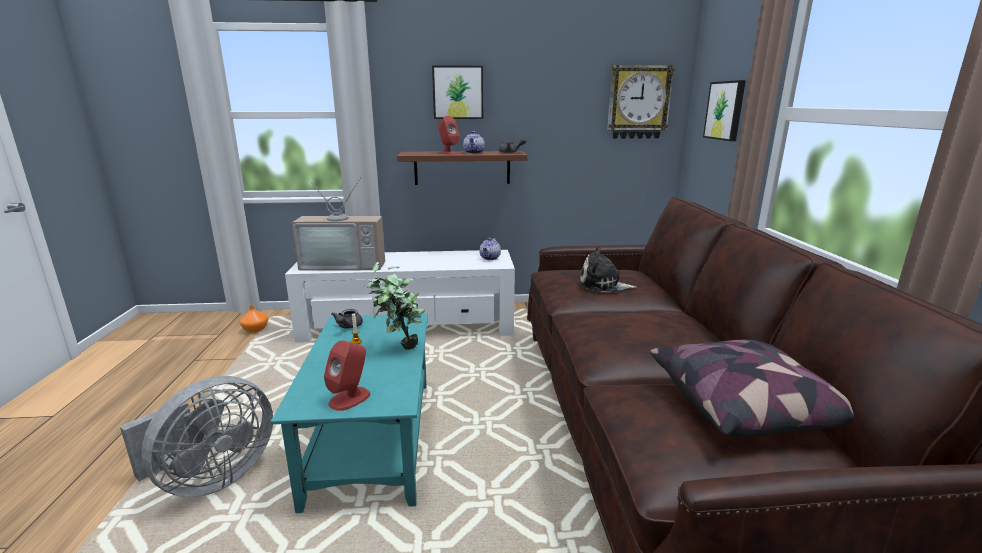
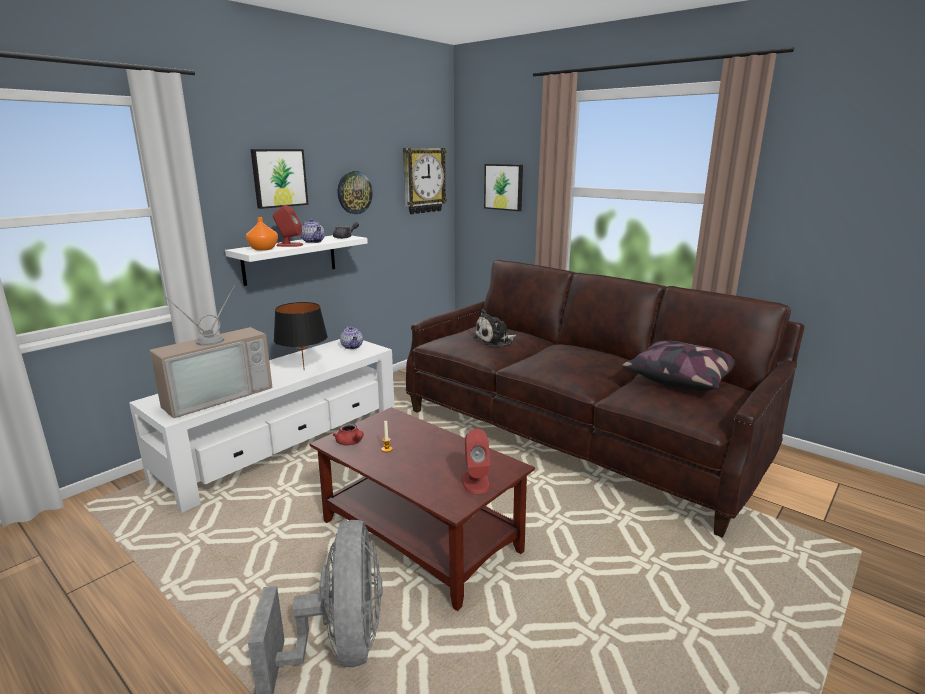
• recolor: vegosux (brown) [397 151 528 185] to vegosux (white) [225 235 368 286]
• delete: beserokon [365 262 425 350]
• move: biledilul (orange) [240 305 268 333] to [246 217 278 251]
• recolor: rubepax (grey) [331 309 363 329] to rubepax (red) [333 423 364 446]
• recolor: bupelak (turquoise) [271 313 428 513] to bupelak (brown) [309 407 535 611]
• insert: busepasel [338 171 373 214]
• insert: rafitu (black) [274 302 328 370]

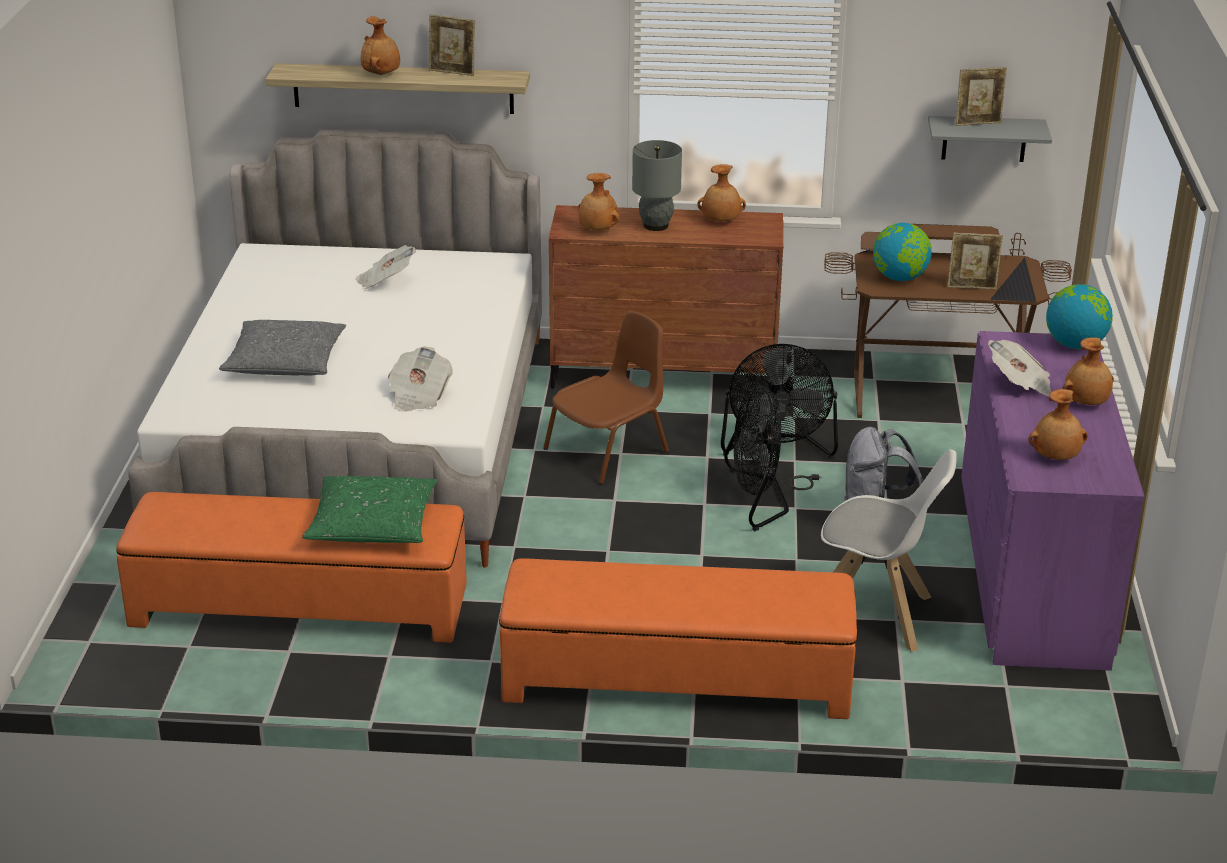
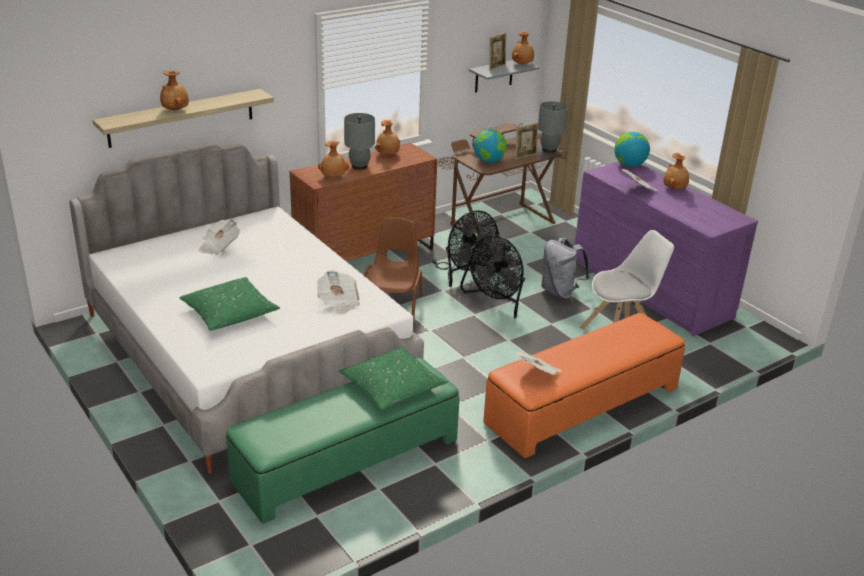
• delete: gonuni [429 14 475 76]
• recolor: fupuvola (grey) [219 320 346 375] to fupuvola (green) [180 277 280 331]
• move: biledilul (brown) [1028 389 1088 460] to [512 31 534 65]
• recolor: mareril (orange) [116 492 467 643] to mareril (green) [226 358 460 524]
• insert: rafitu (grey) [538 101 568 153]
• insert: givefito [516 351 561 375]

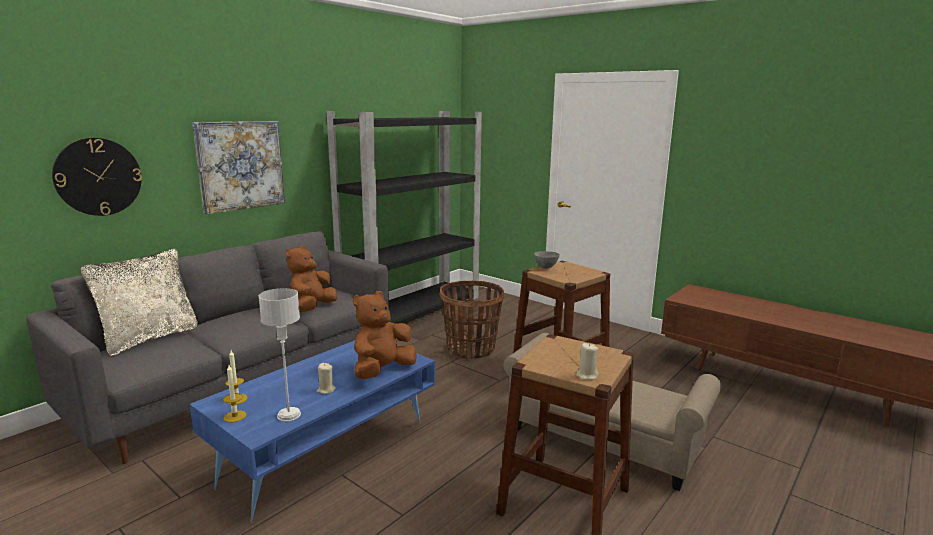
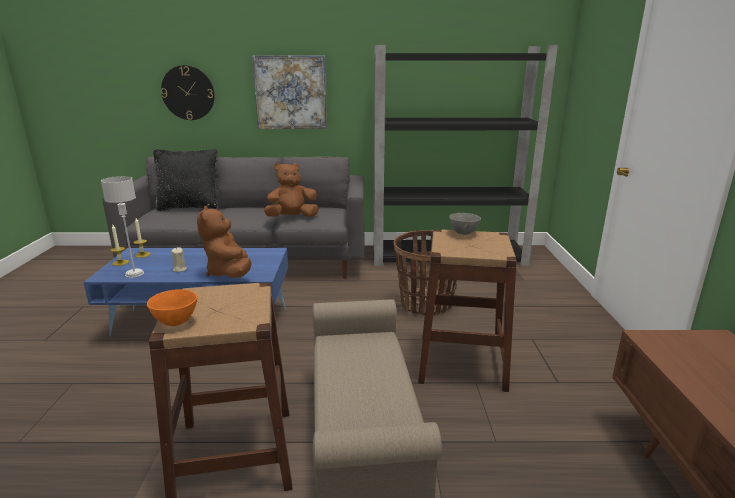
• recolor: fupuvola (beige) [80 248 197 356] to fupuvola (black) [153 149 218 211]
• rotate: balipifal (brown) [353 291 417 379] = [197 206 251 278] 105 degrees counterclockwise
• replace: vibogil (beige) [576 343 599 380] to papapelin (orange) [147 289 198 326]

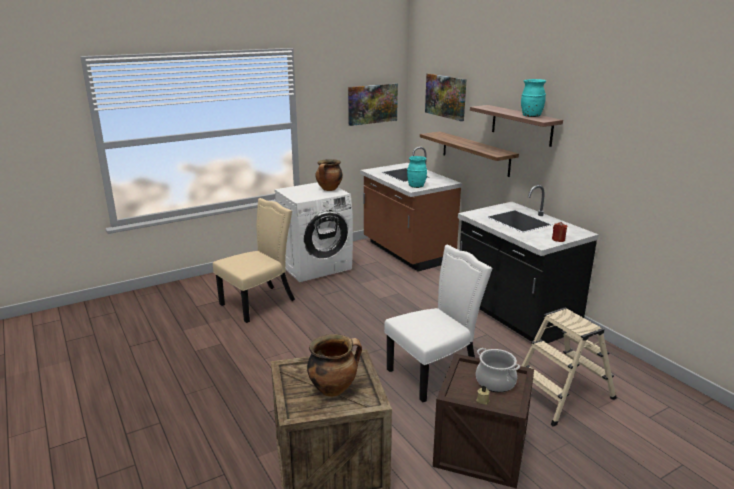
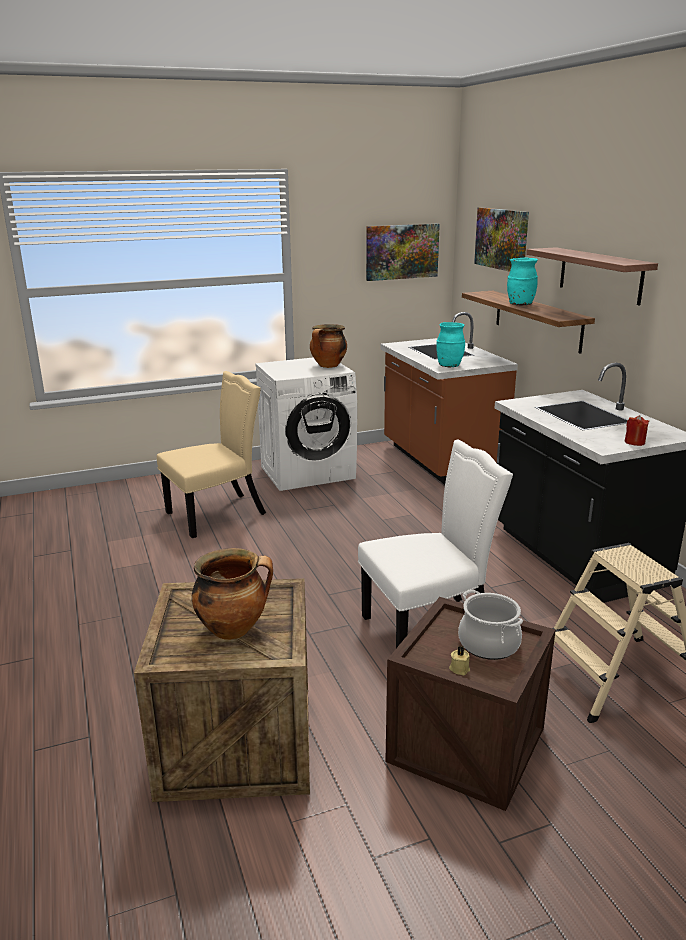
• move: biledilul (turquoise) [521 79 546 117] to [507 257 538 305]

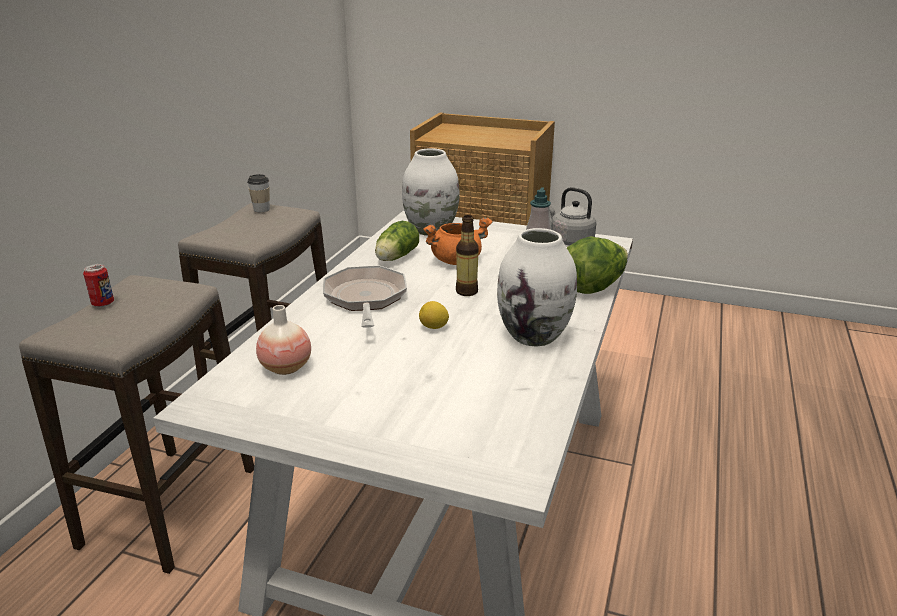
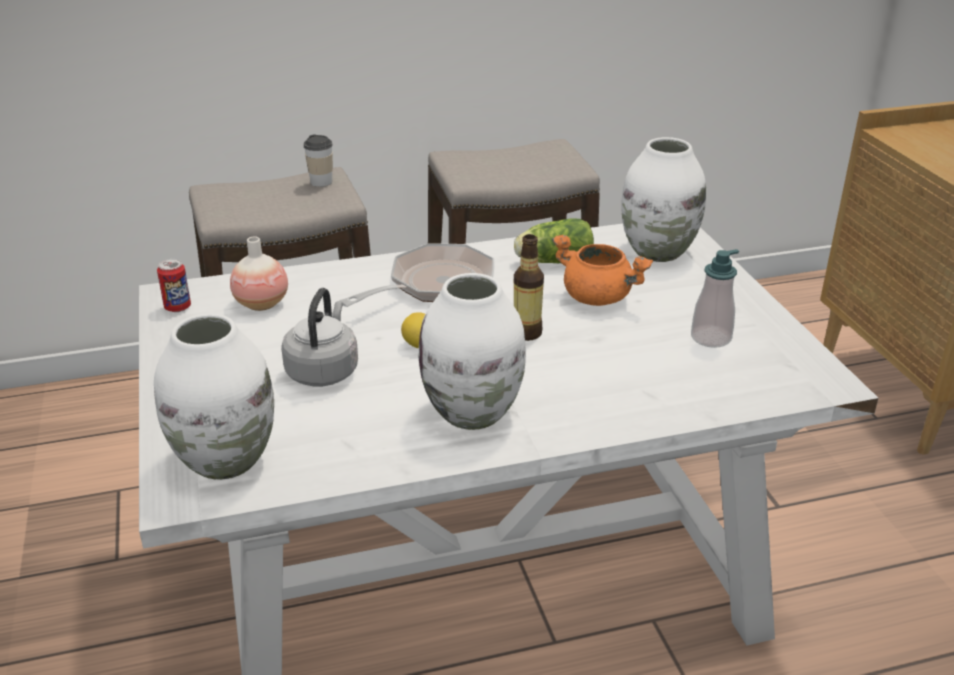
• move: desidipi [247 174 270 212] to [304 134 333 187]
• move: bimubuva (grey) [549 187 596 245] to [281 288 358 386]
• delete: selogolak [567 236 628 294]
• move: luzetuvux [83 264 114 307] to [157 259 191 312]
• insert: biledilul (white) [154 314 274 480]

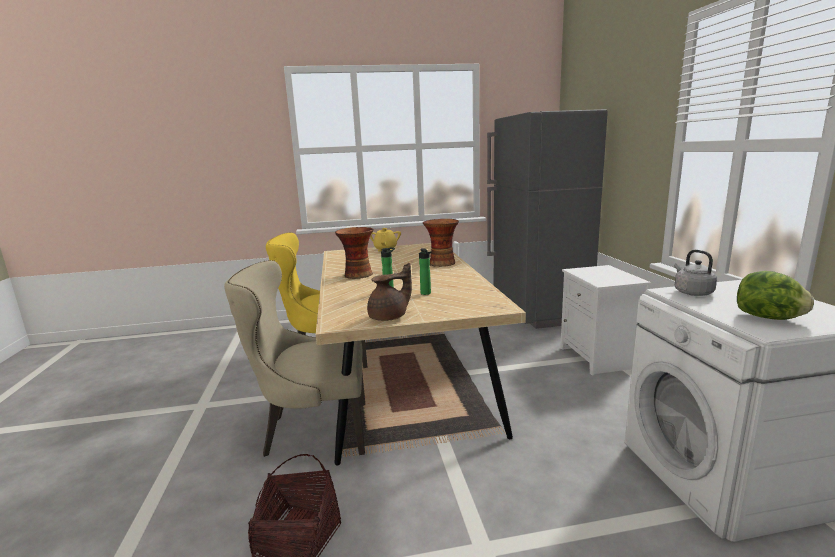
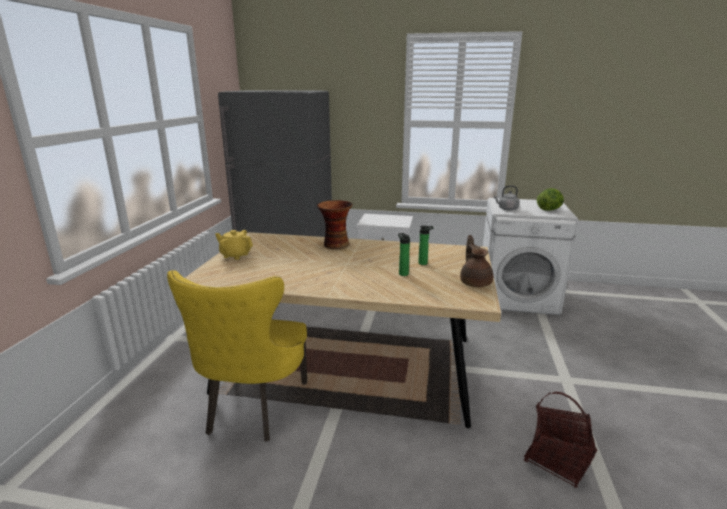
• delete: biledilul [335 227 374 279]
• delete: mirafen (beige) [224 260 365 457]

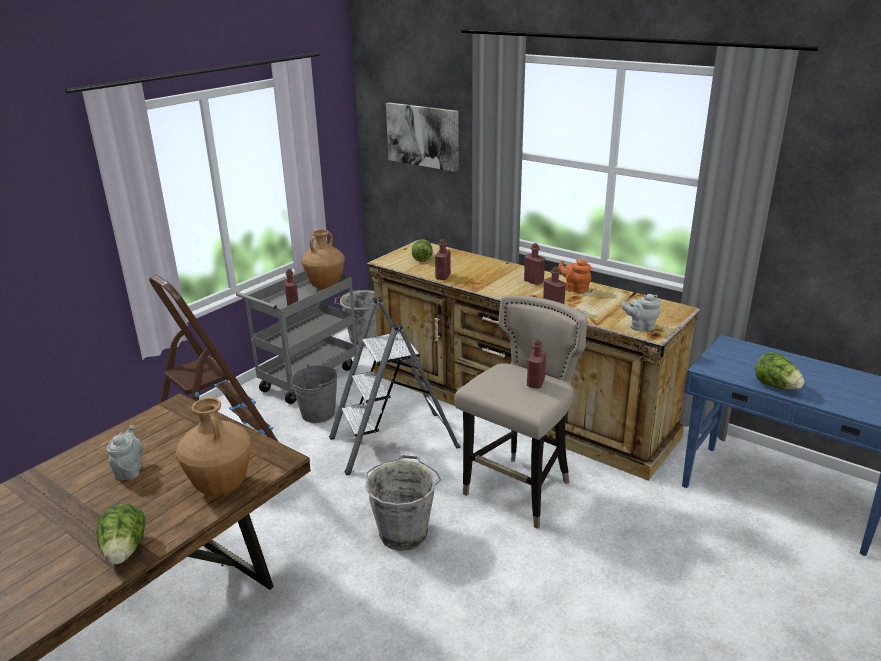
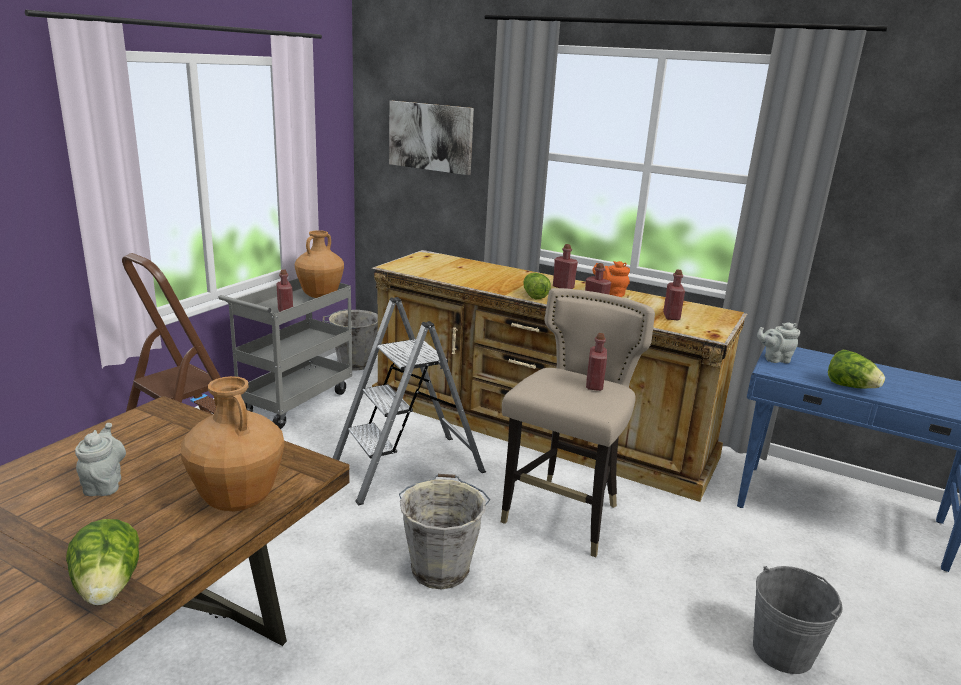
• move: selogolak [412 239 433 262] to [524 273 551 299]
• move: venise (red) [435 239 451 280] to [663 269 685 320]
• move: rubepax (grey) [621 294 661 331] to [757 322 800 363]
• move: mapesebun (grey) [291 365 338 423] to [753 566 843 674]

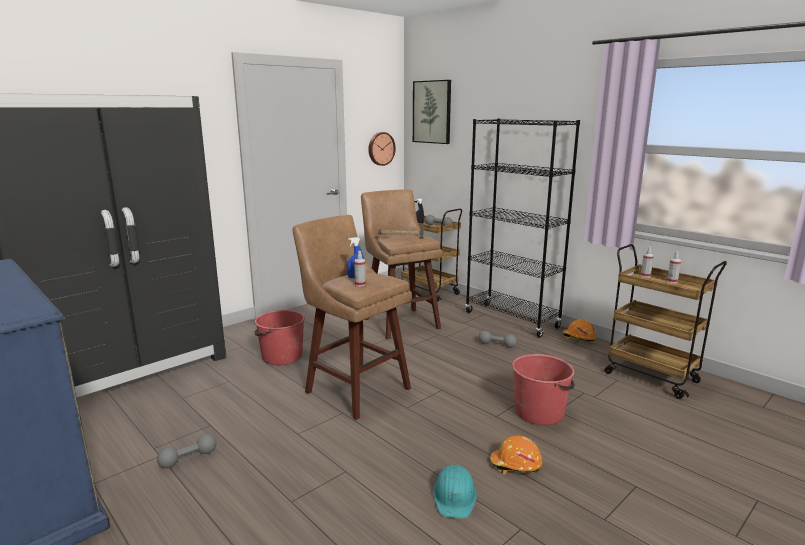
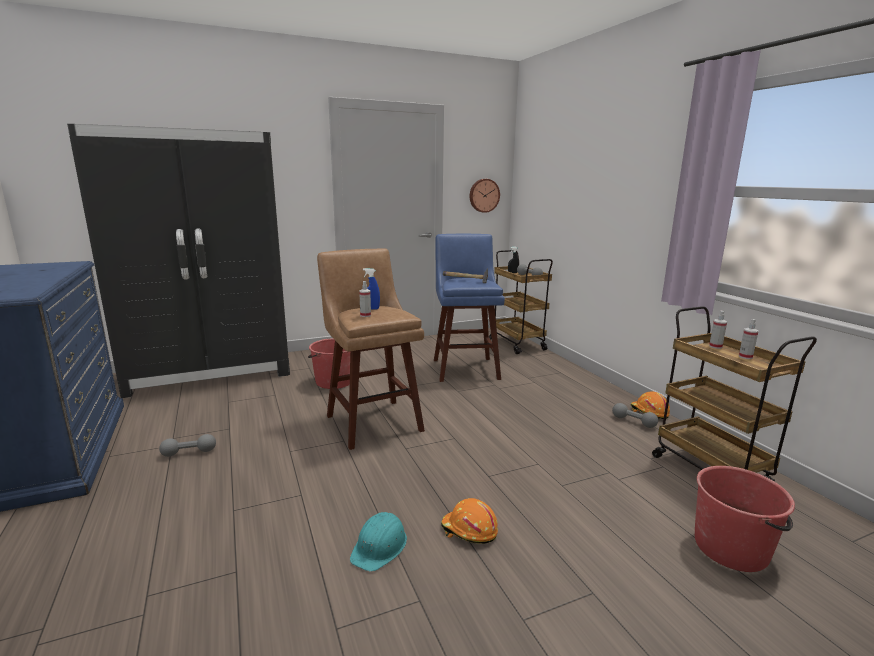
• delete: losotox [413 80 451 144]
• delete: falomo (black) [465 119 580 338]
• recolor: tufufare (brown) [361 189 442 340] to tufufare (blue) [434 234 505 382]
• move: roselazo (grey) [479 331 517 348] to [612 403 658 428]
• move: mapesebun (red) [512 354 575 425] to [695 466 795 572]

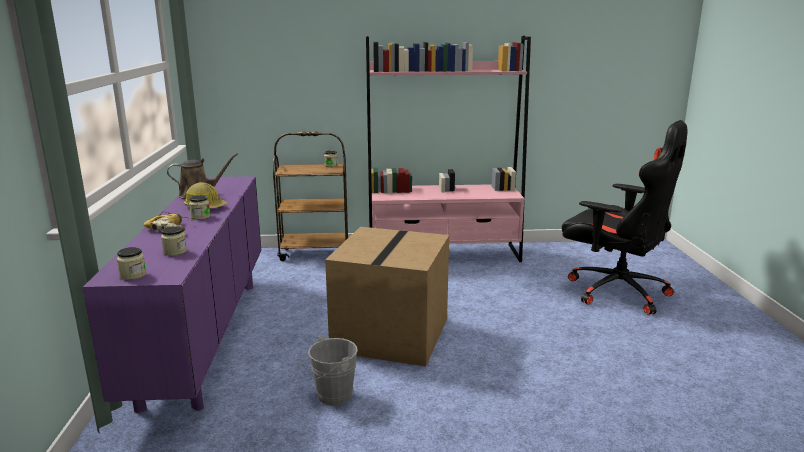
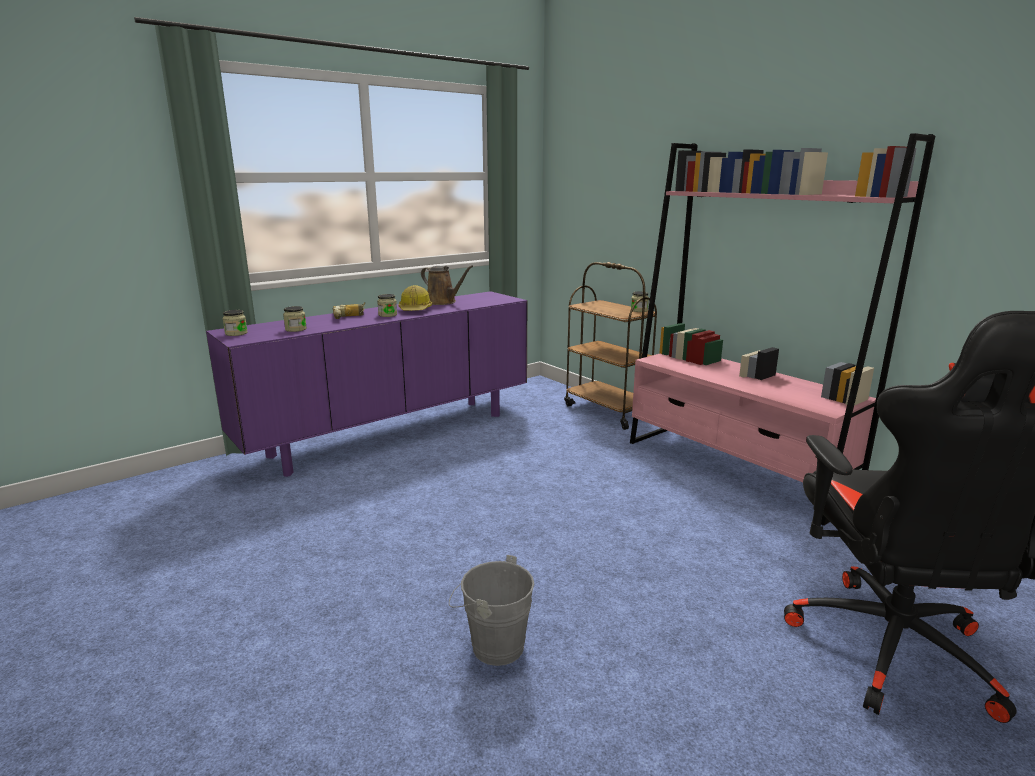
• delete: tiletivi [325 227 449 367]
• move: mapesebun (grey) [300 335 358 406] to [449 555 534 666]

